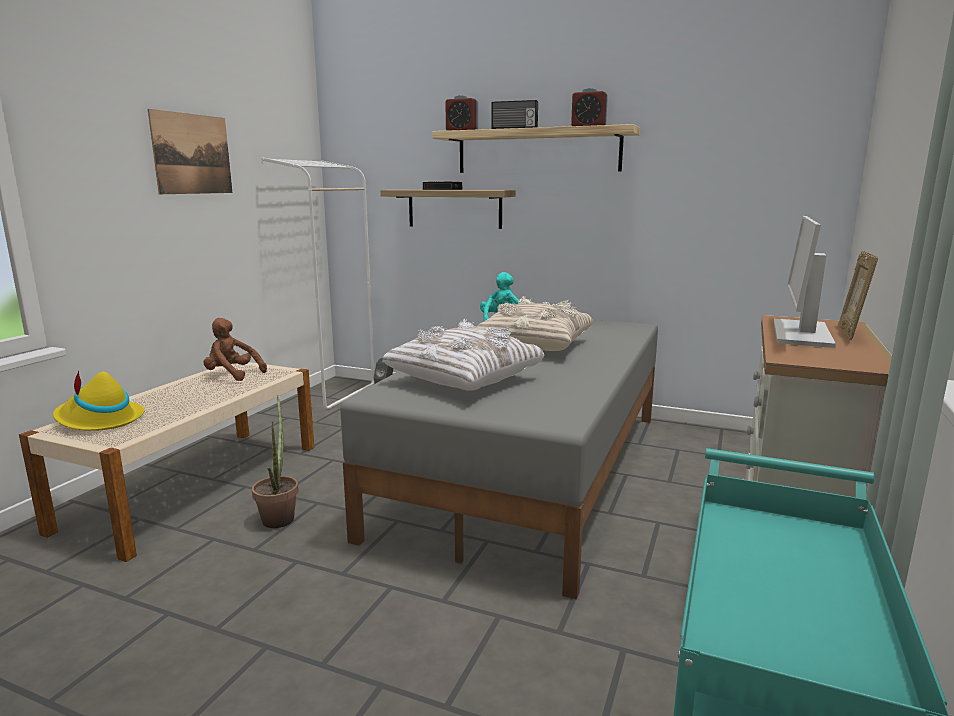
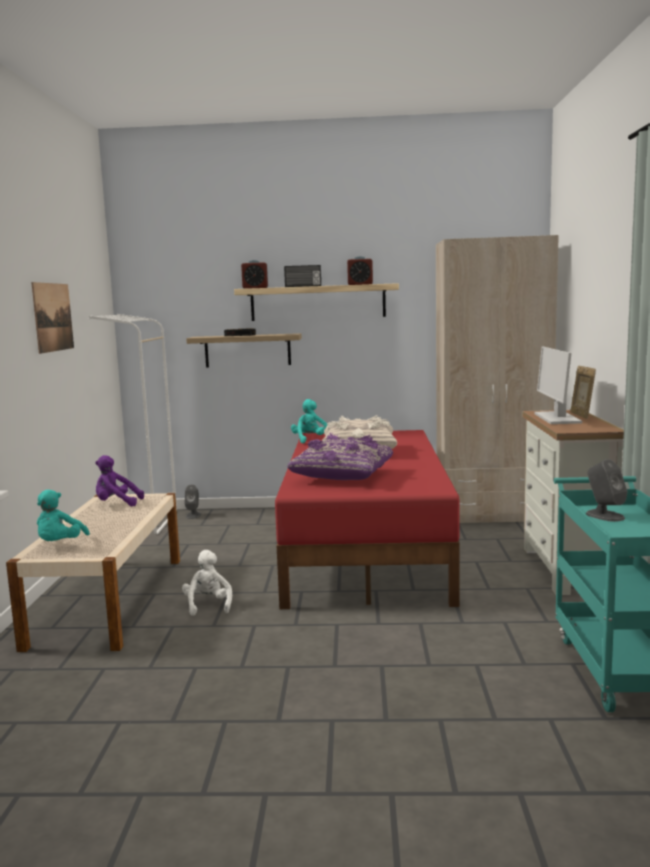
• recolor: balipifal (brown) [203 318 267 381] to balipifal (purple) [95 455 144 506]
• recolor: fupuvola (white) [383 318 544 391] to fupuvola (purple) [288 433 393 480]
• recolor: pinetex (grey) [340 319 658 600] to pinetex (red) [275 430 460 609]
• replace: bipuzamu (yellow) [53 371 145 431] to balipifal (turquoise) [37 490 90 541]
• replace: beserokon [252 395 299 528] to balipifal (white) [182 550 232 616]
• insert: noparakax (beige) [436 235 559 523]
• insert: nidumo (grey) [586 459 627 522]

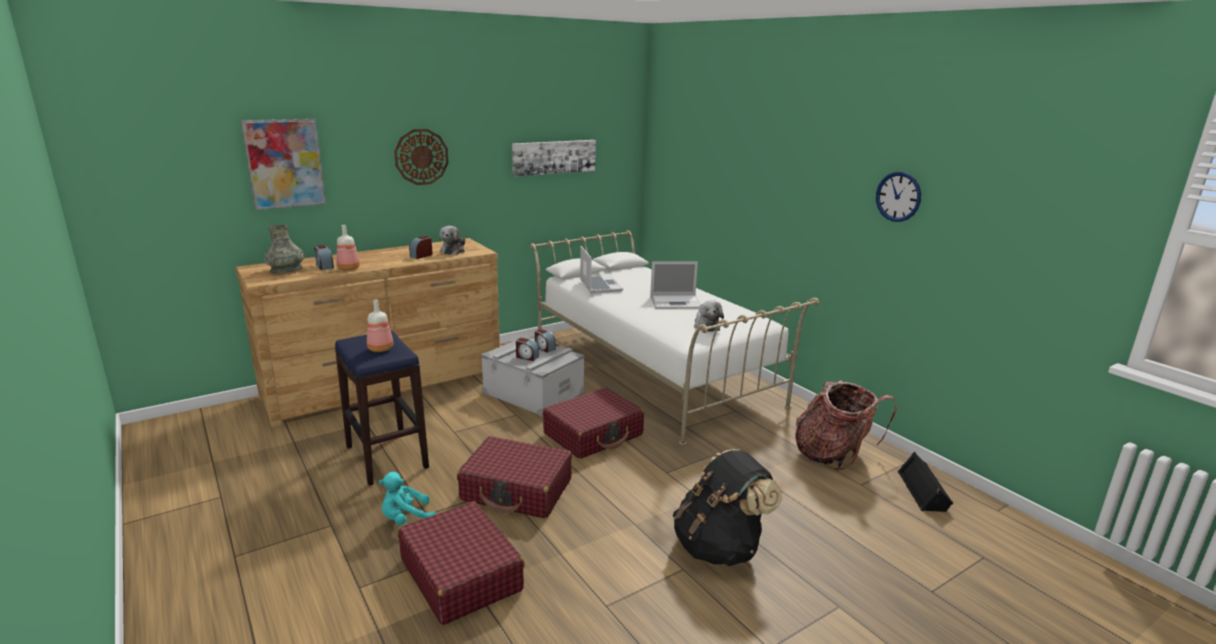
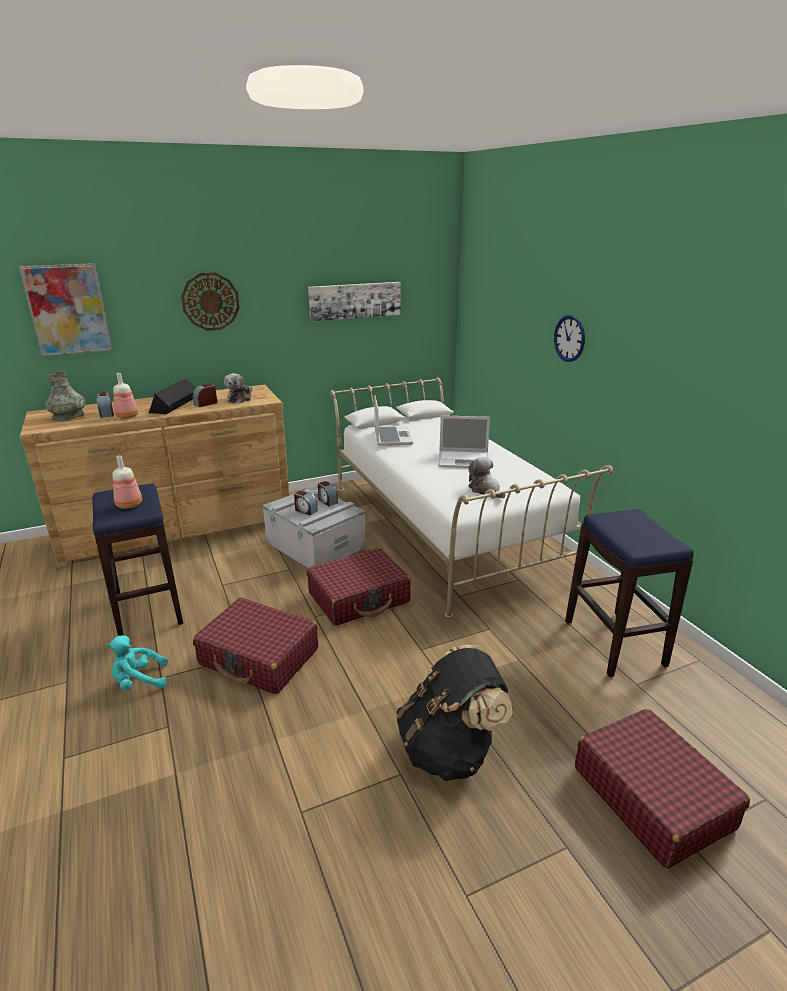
• move: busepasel [876 172 921 222] to [554 315 585 362]
• rotate: balipifal [694 300 724 332] = [468 457 505 499] 150 degrees clockwise
• replace: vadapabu [795 380 897 471] to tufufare [565 509 694 677]
• move: nidumo (black) [898 452 953 512] to [149 378 195 414]
• move: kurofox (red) [398 501 525 625] to [575 708 750 869]

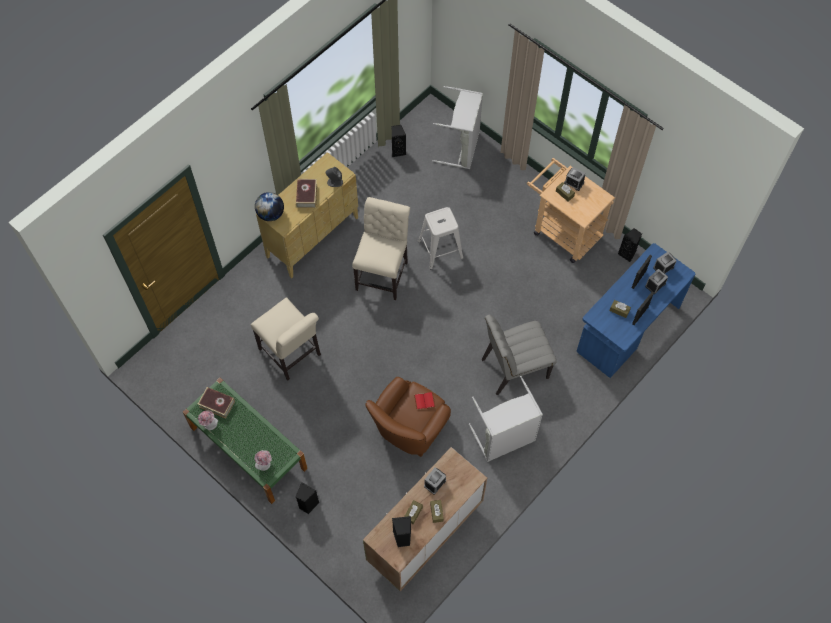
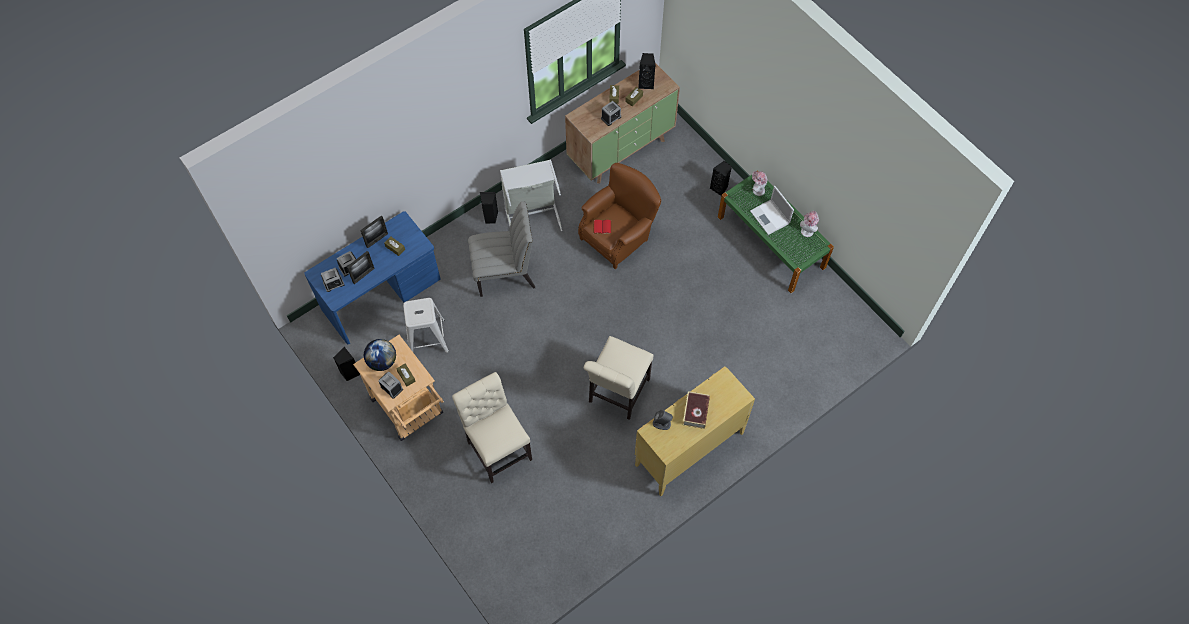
• delete: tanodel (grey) [432 86 483 169]
• move: nidumo (black) [392 125 406 157] to [480 192 498 224]
• move: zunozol [255 192 284 221] to [364 339 396 371]
• move: tufufare (white) [418 207 464 269] to [403 298 449 353]
• move: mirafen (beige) [251 297 321 380] to [452 372 532 483]
• delete: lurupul [198 387 235 419]
• insert: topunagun [750 186 794 235]

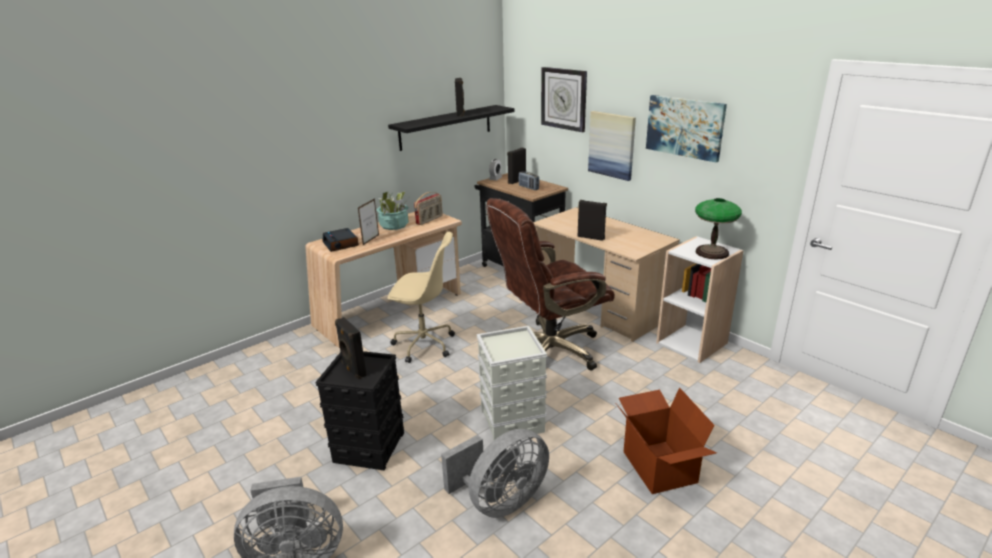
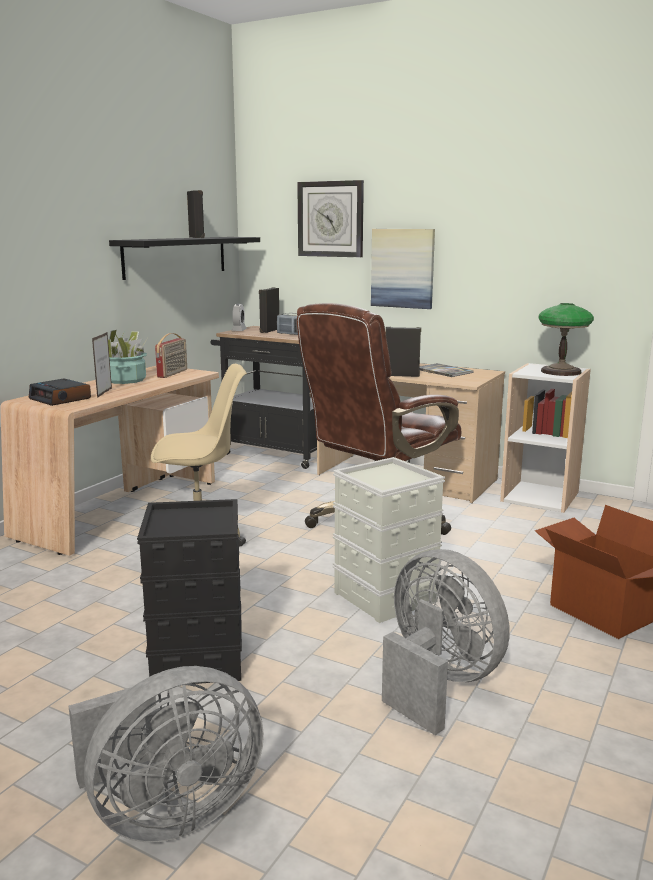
• delete: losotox [646 95 727 162]
• delete: nidumo (black) [335 317 367 379]
• rotate: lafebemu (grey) [441 429 549 518] = [382 549 510 735] 75 degrees counterclockwise
• insert: lurupul [419 363 474 377]

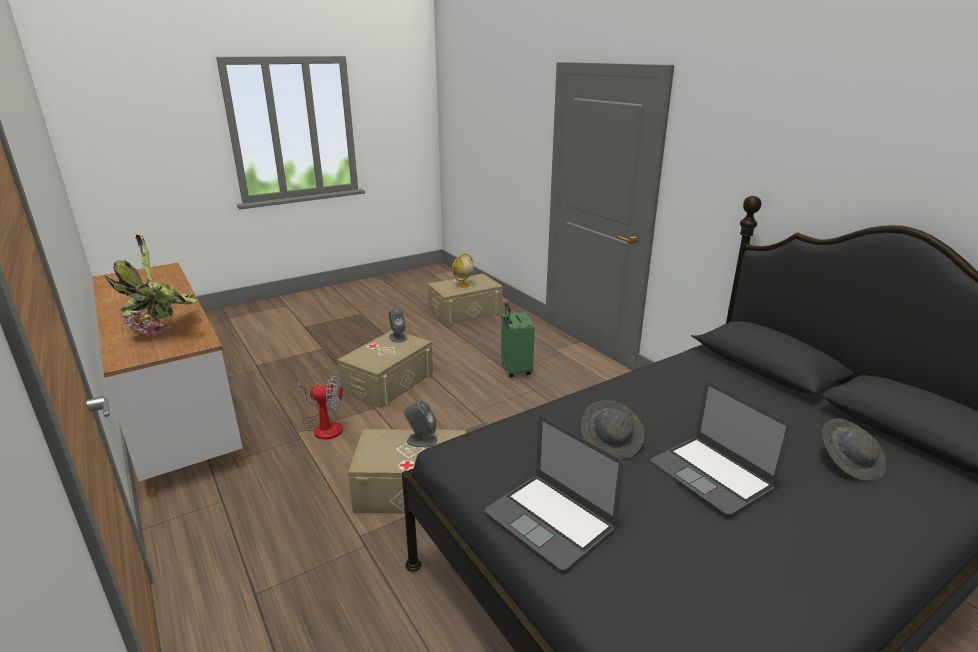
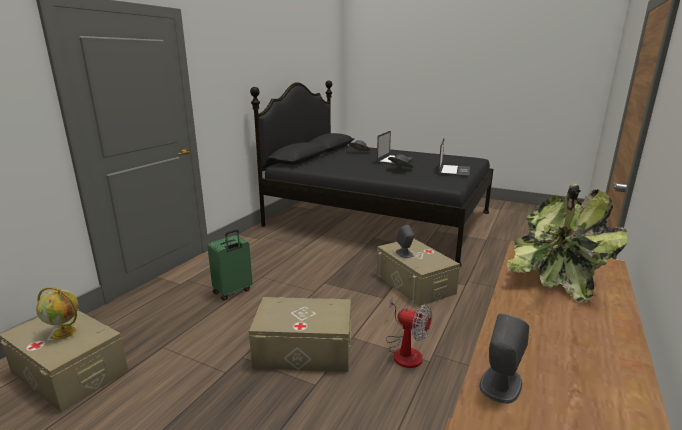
• move: nidumo (grey) [389 307 406 343] to [479 313 529 404]
• rotate: lafebemu [298 375 344 440] = [386 297 432 368] 150 degrees clockwise

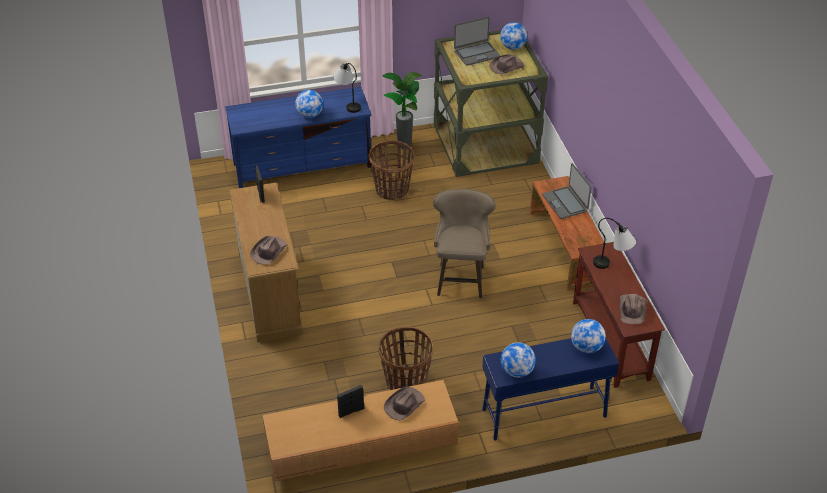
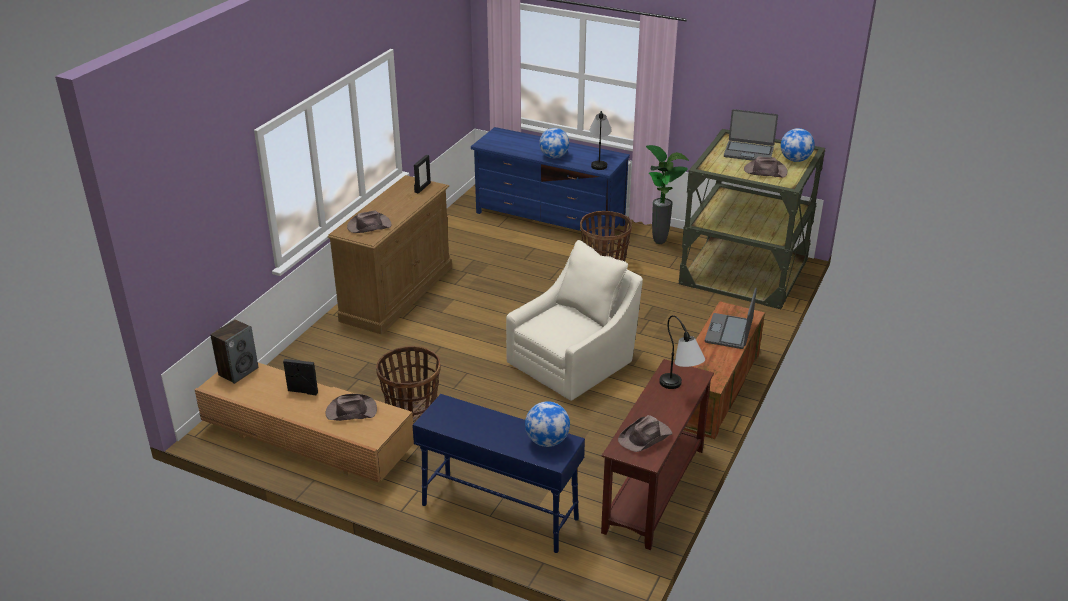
• replace: tufufare (beige) [433 188 496 298] to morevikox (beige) [506 240 643 401]
• delete: zunozol [501 342 536 378]
• insert: nidumo [210 319 258 384]

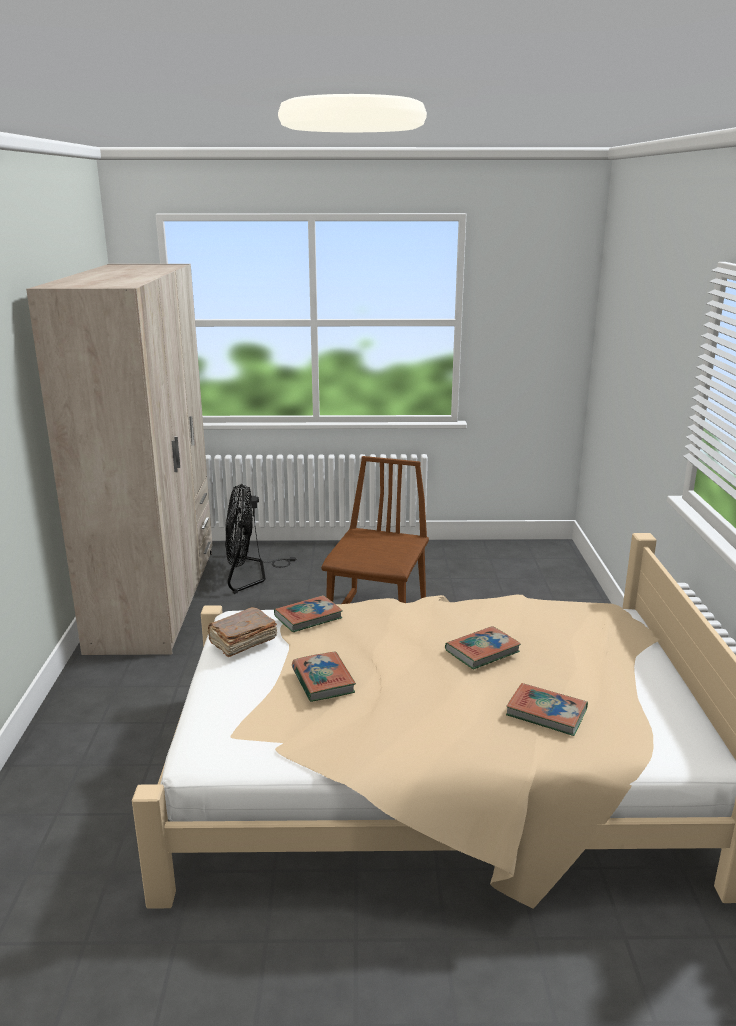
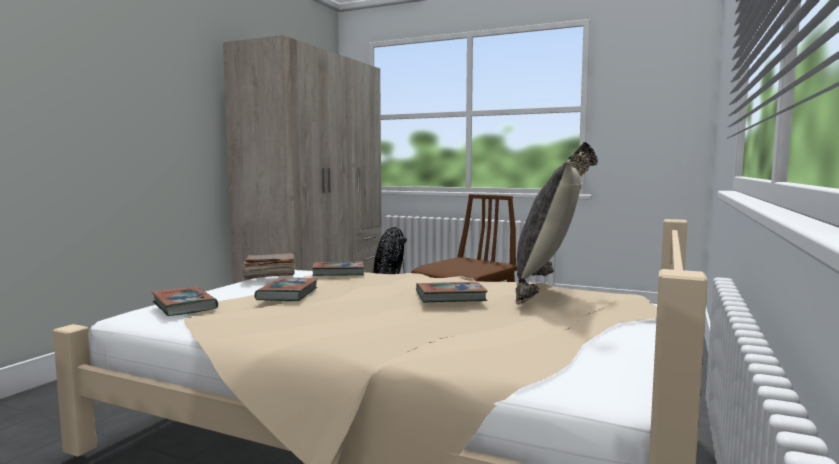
• move: lurupul [506 683 588 736] to [151 287 218 316]
• insert: fupuvola [516 142 598 305]

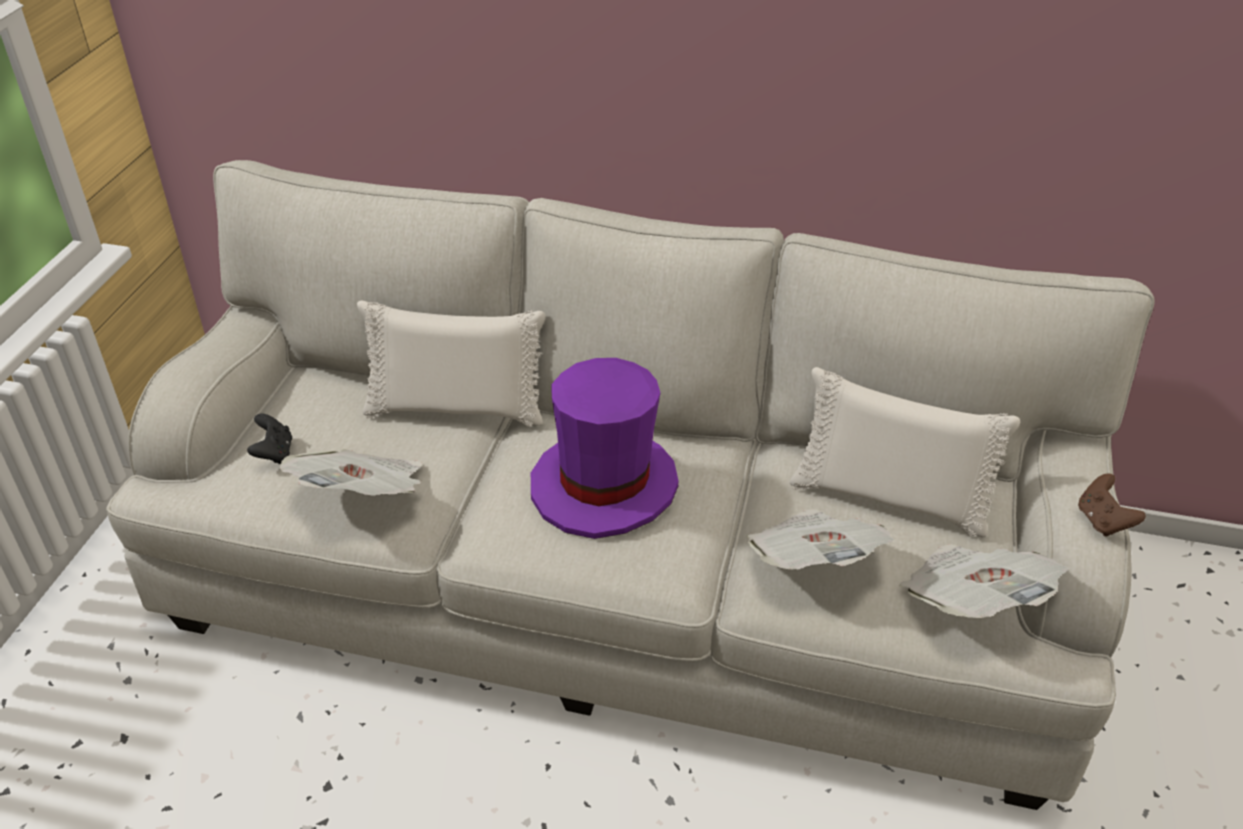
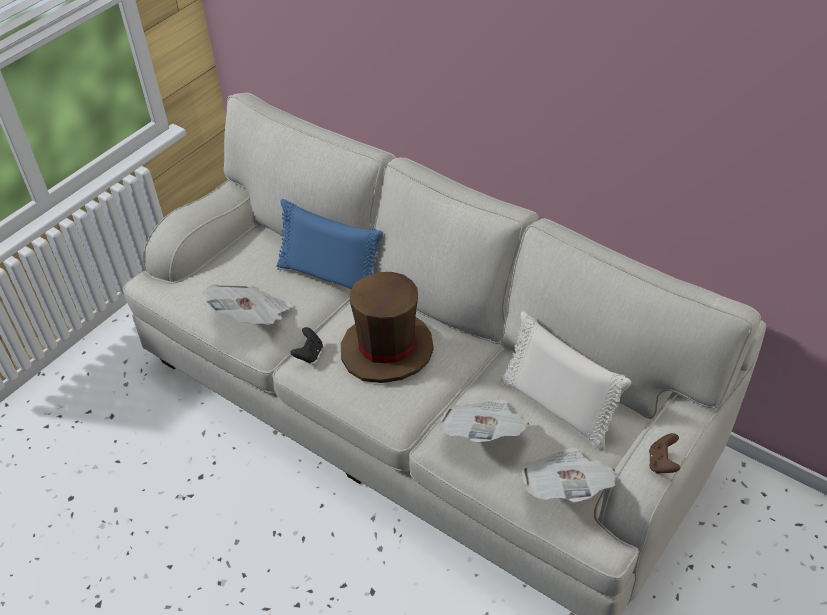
• recolor: fupuvola (white) [357 300 545 427] to fupuvola (blue) [276 199 383 289]
• recolor: bipuzamu (purple) [531 358 679 539] to bipuzamu (brown) [341 272 434 383]
• move: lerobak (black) [247 413 292 464] to [290 327 323 363]

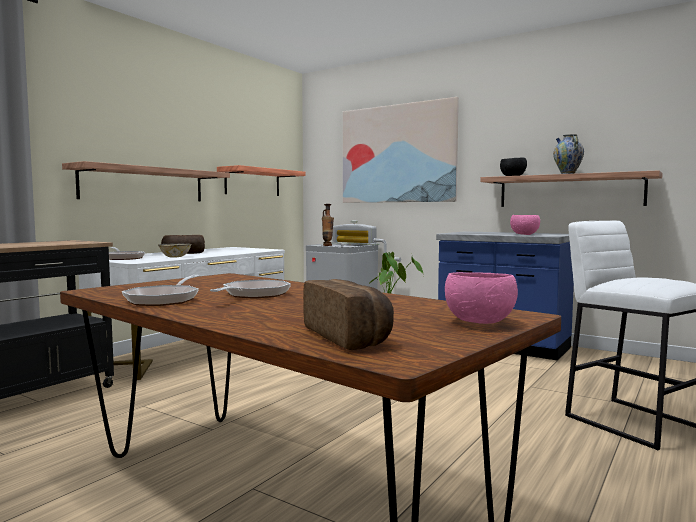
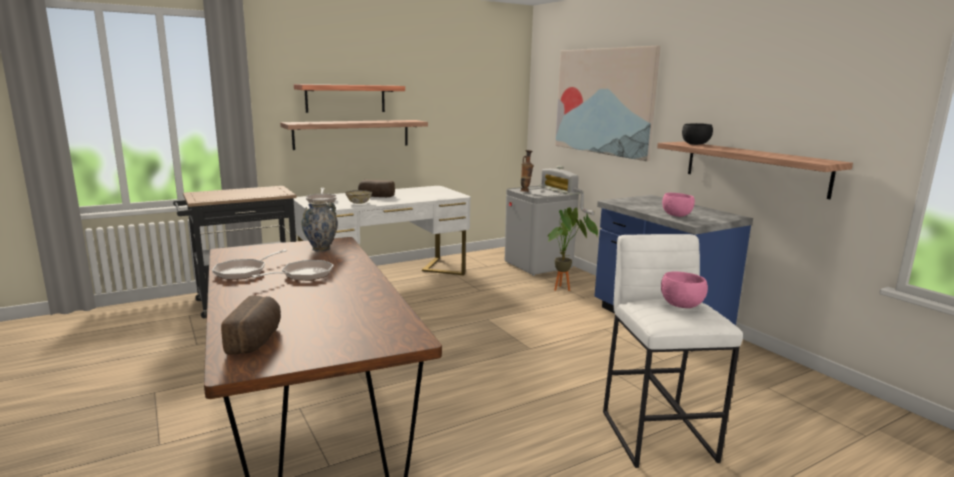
• move: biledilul [553 134 584 174] to [301 201 338 251]
• move: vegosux [217 165 306 196] to [294 84 405 113]
• move: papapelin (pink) [445 272 518 324] to [661 271 708 308]

